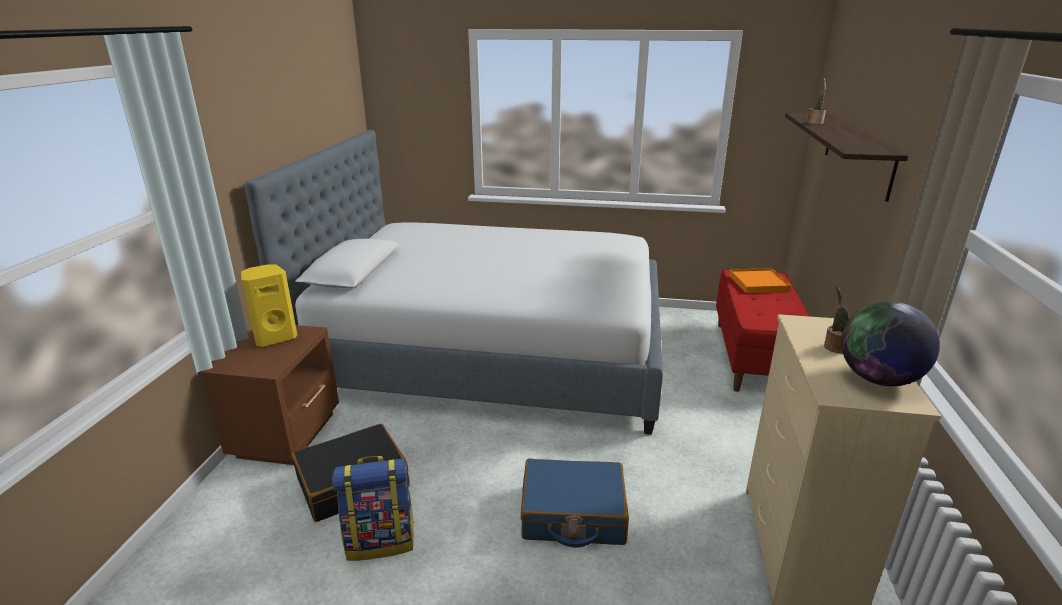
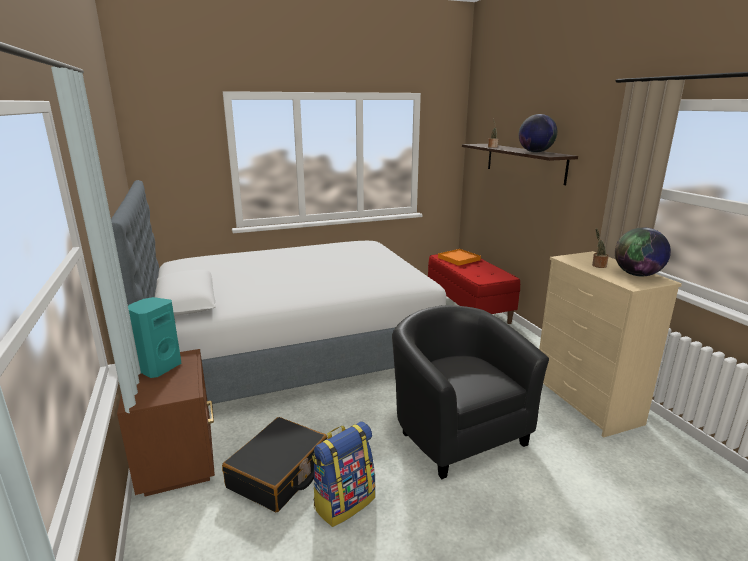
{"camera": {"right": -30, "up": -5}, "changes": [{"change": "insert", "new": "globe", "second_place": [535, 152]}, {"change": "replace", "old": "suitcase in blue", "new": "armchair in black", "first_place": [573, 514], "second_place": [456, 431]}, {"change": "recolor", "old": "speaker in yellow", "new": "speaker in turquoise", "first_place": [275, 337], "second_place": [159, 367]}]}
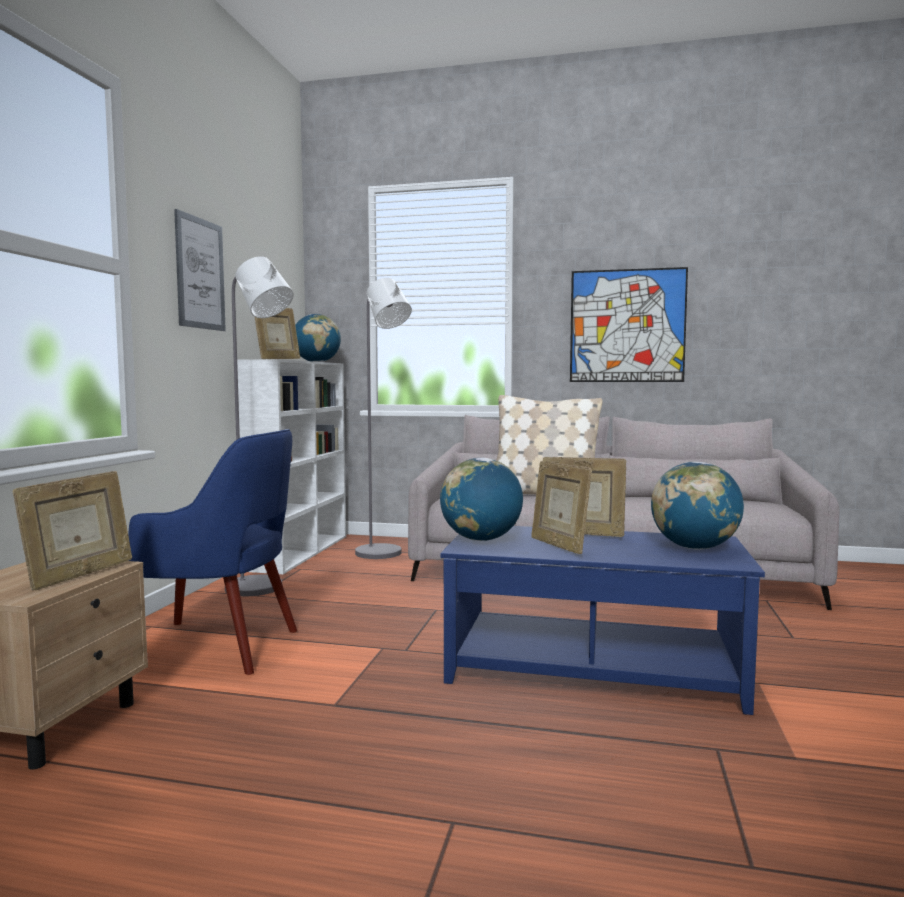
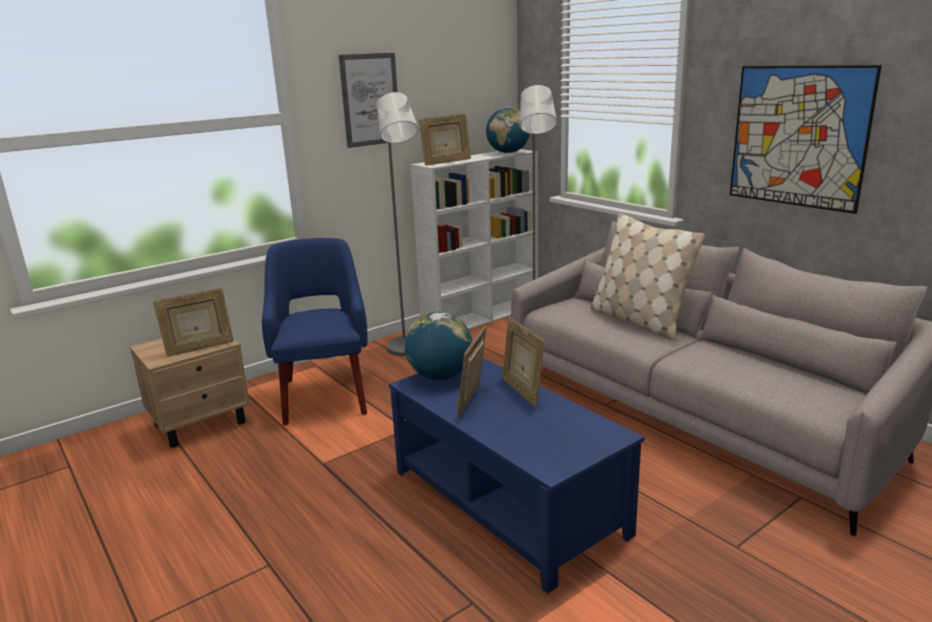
{"camera": {"right": 40, "up": 15}, "changes": [{"change": "delete", "old": "globe", "first_place": [695, 548]}, {"change": "rotate", "old": "armchair in blue", "first_place": [215, 647], "second_place": [325, 394], "degrees": -150}]}
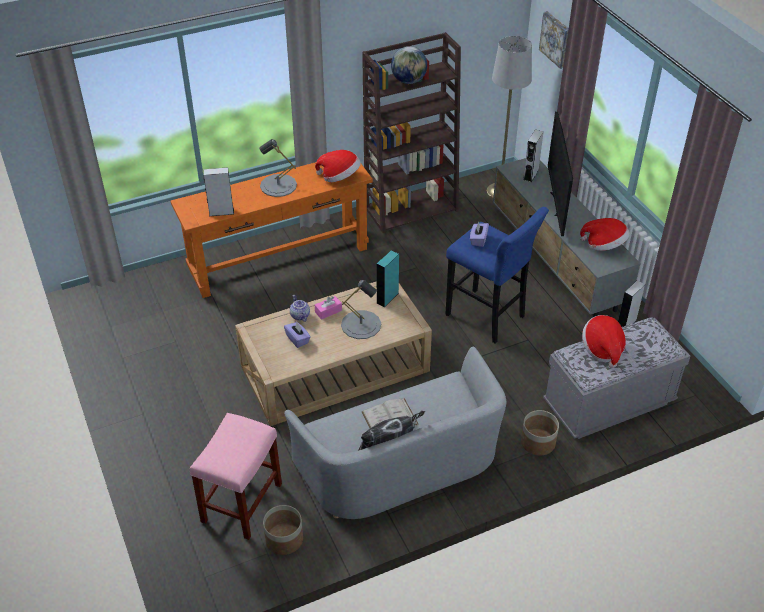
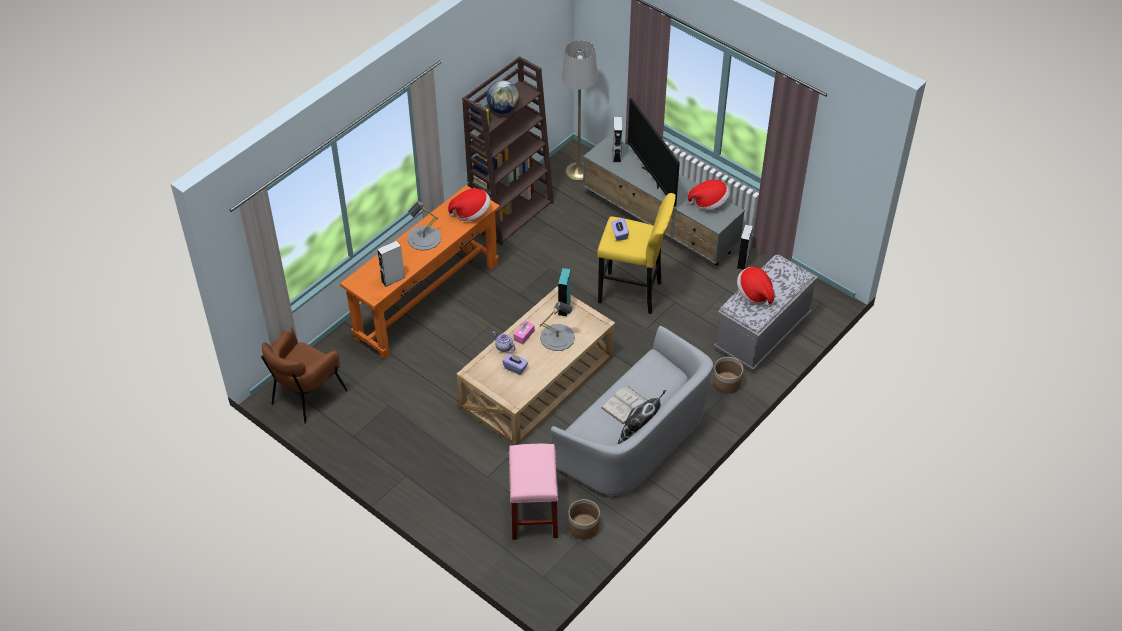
{"camera": {"right": -25, "up": 5}, "changes": [{"change": "delete", "old": "picture", "first_place": [556, 39]}, {"change": "insert", "new": "armchair in brown", "second_place": [306, 395]}, {"change": "recolor", "old": "stool in blue", "new": "stool in yellow", "first_place": [488, 318], "second_place": [633, 293]}]}
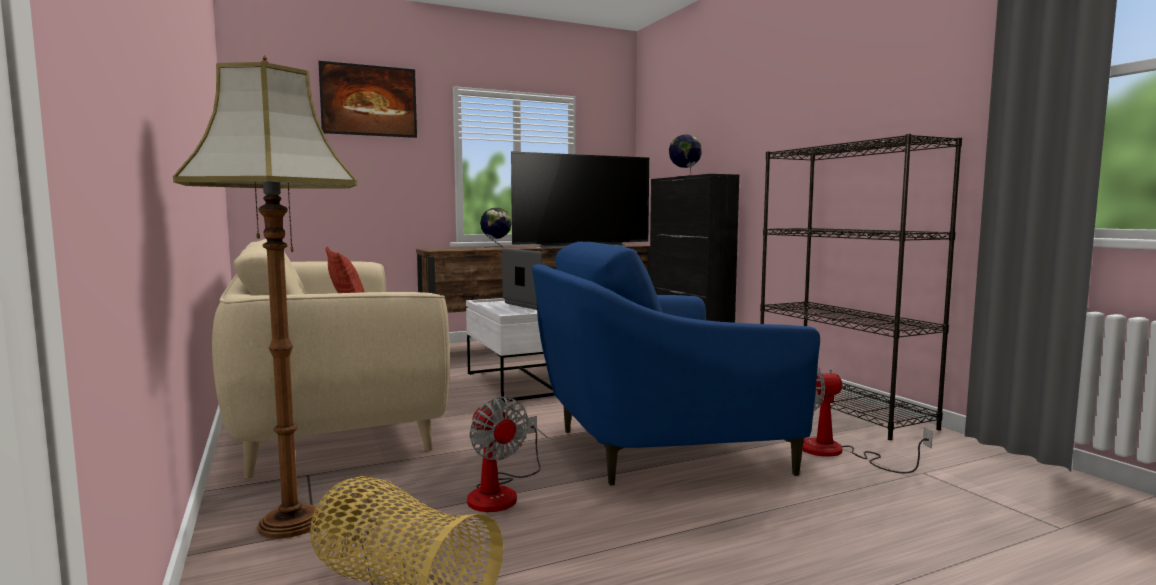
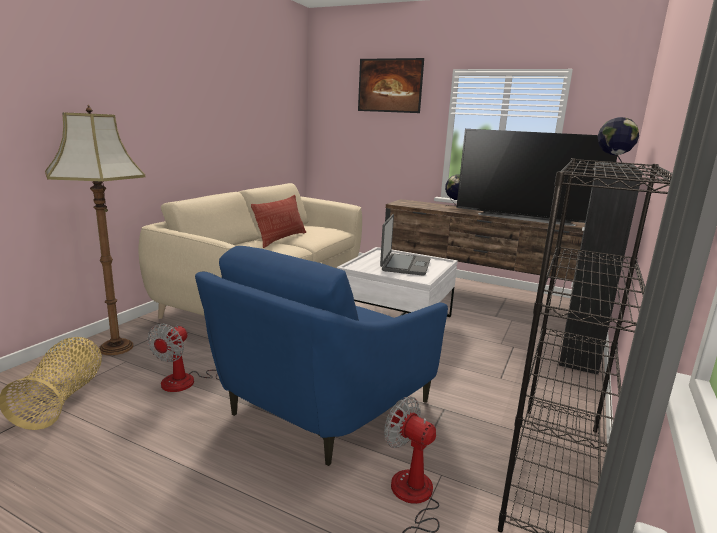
{"camera": {"right": 50, "up": 10}, "changes": [{"change": "rotate", "old": "armchair in blue", "first_place": [657, 447], "second_place": [319, 407], "degrees": -90}]}
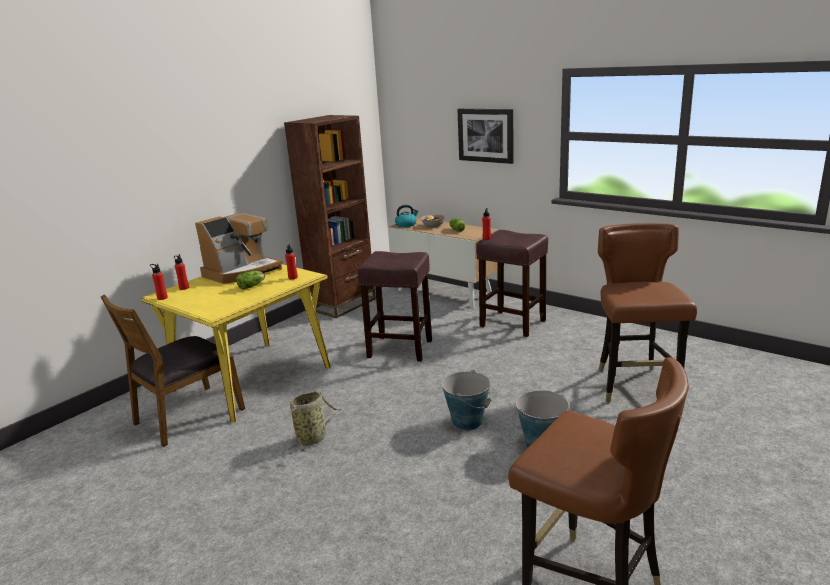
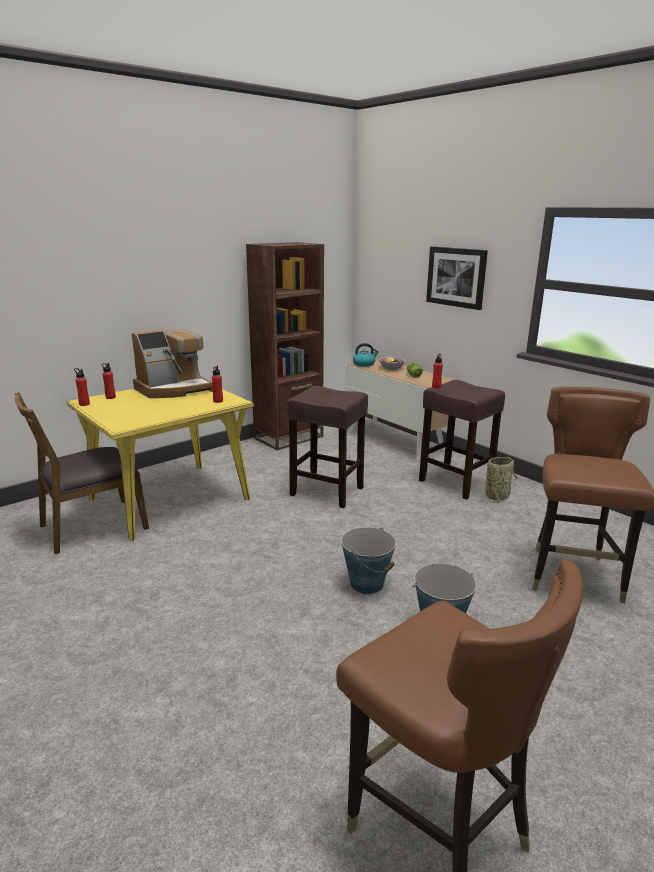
{"camera": {"right": 10, "up": 0}, "changes": [{"change": "delete", "old": "lettuce", "first_place": [252, 286]}, {"change": "move", "old": "basket", "first_place": [313, 438], "second_place": [498, 496]}]}
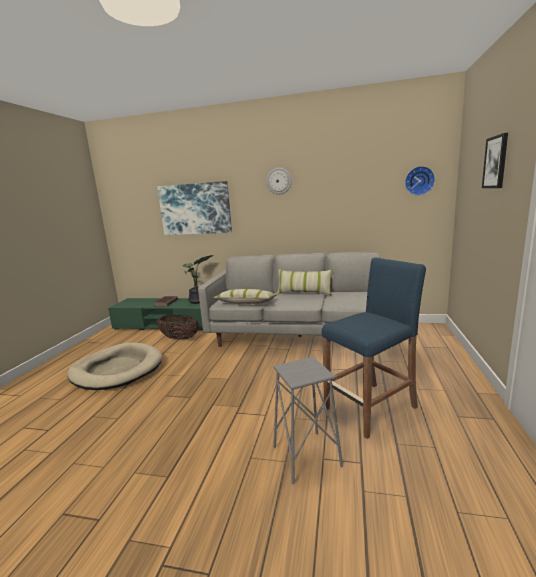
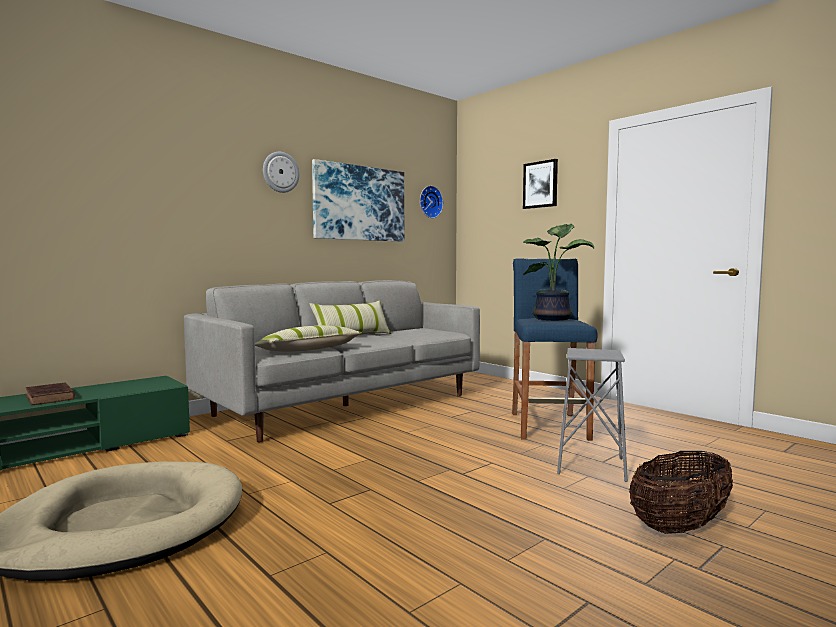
{"camera": {"right": -55, "up": -10}, "changes": [{"change": "move", "old": "picture", "first_place": [195, 209], "second_place": [359, 203]}, {"change": "move", "old": "basket", "first_place": [179, 338], "second_place": [680, 526]}, {"change": "move", "old": "potted plant", "first_place": [198, 301], "second_place": [554, 318]}]}
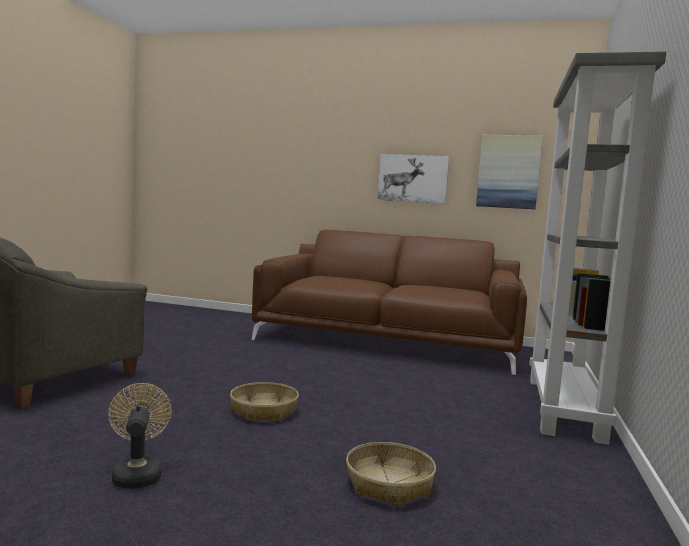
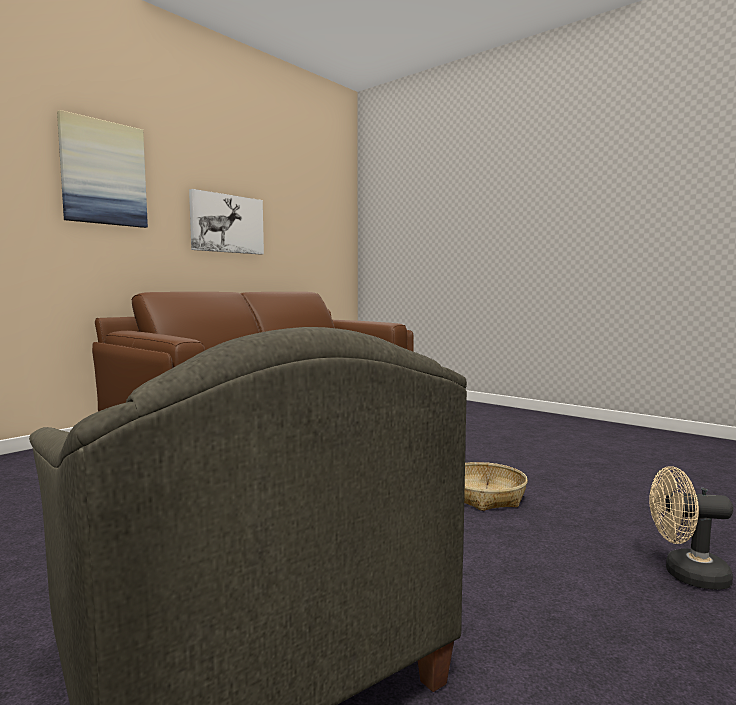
{"camera": {"right": -65, "up": 0}, "changes": [{"change": "delete", "old": "basket", "first_place": [388, 485]}, {"change": "delete", "old": "bookcase in grey", "first_place": [565, 408]}, {"change": "move", "old": "picture", "first_place": [508, 172], "second_place": [103, 173]}]}
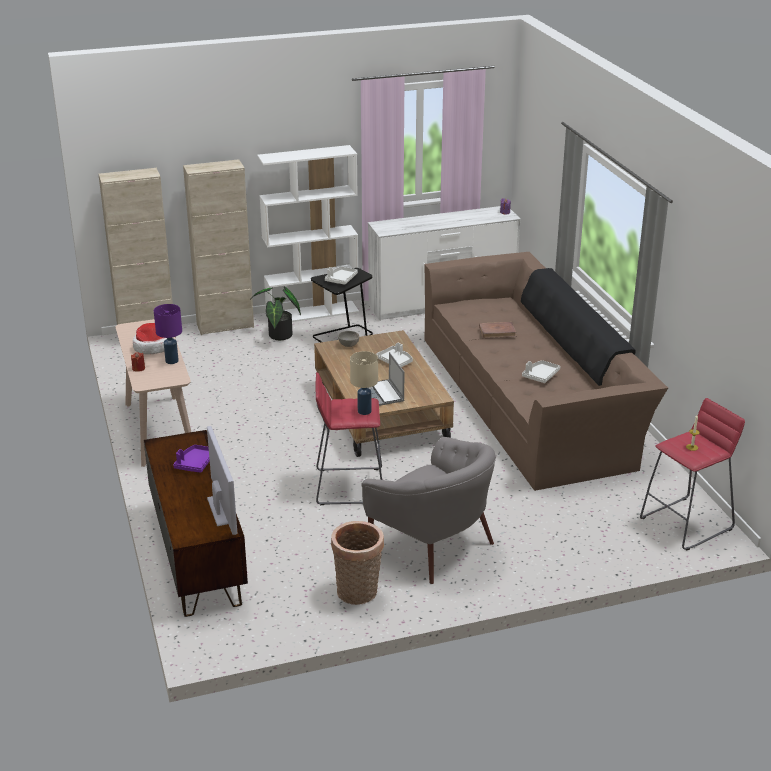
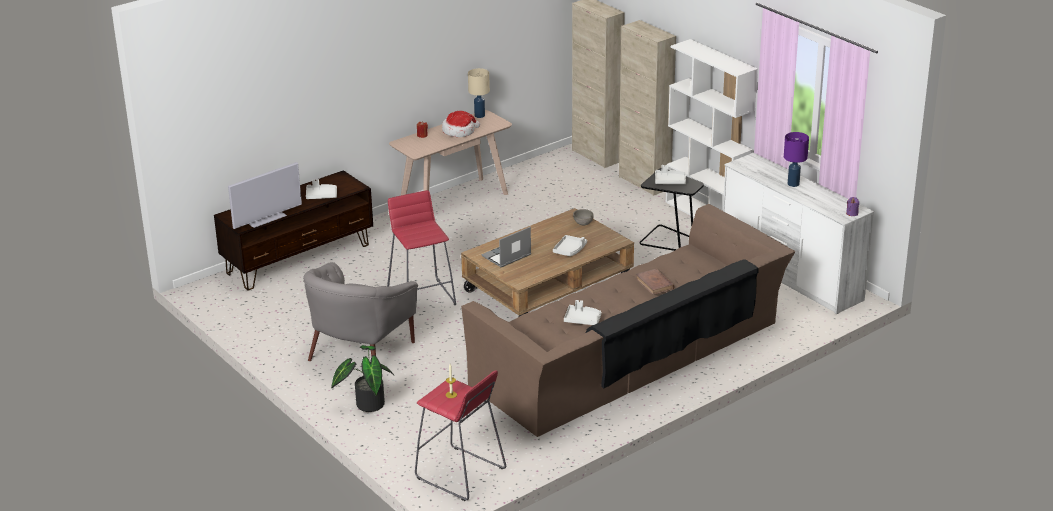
{"camera": {"right": 70, "up": 0}, "changes": [{"change": "delete", "old": "basket", "first_place": [358, 594]}, {"change": "move", "old": "table lamp in purple", "first_place": [172, 361], "second_place": [793, 184]}, {"change": "move", "old": "potted plant", "first_place": [278, 336], "second_place": [367, 404]}, {"change": "move", "old": "table lamp in beige", "first_place": [364, 411], "second_place": [479, 115]}, {"change": "recolor", "old": "tray in purple", "new": "tray in white", "first_place": [195, 463], "second_place": [321, 195]}]}
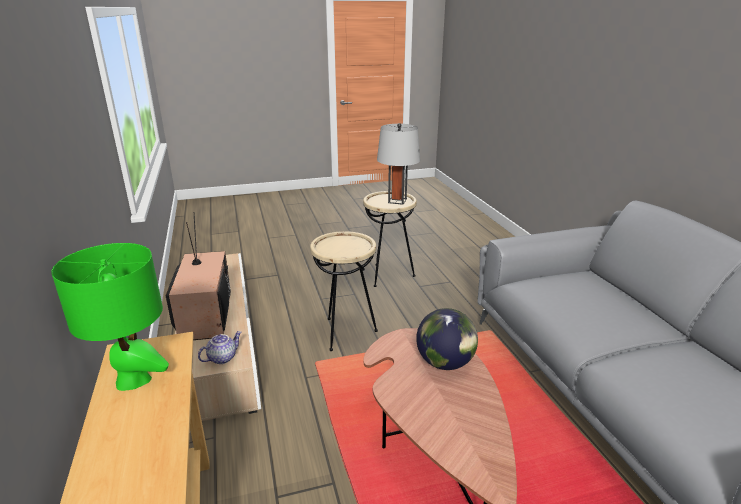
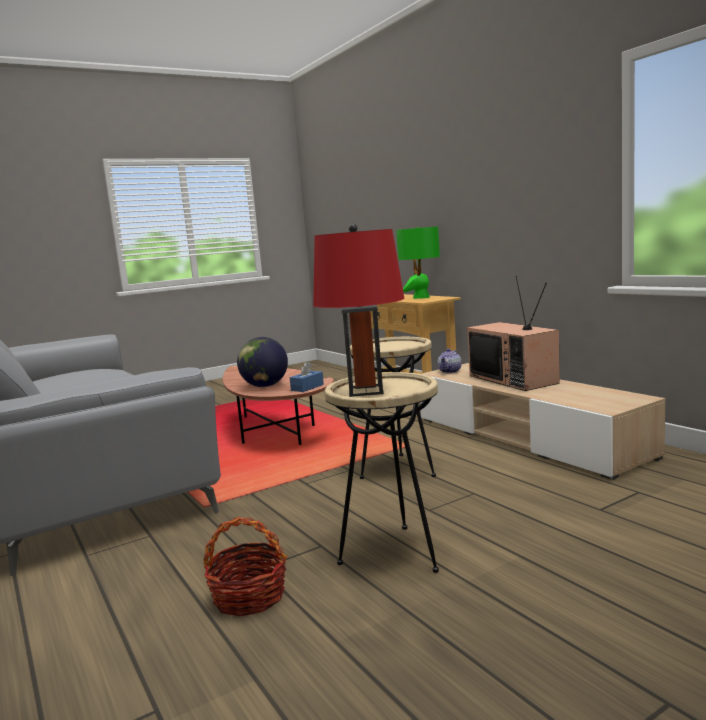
{"camera": {"right": 165, "up": -15}, "changes": [{"change": "insert", "new": "basket", "second_place": [249, 597]}, {"change": "insert", "new": "tissue box in blue", "second_place": [307, 387]}, {"change": "recolor", "old": "table lamp in grey", "new": "table lamp in red", "first_place": [397, 201], "second_place": [366, 391]}]}
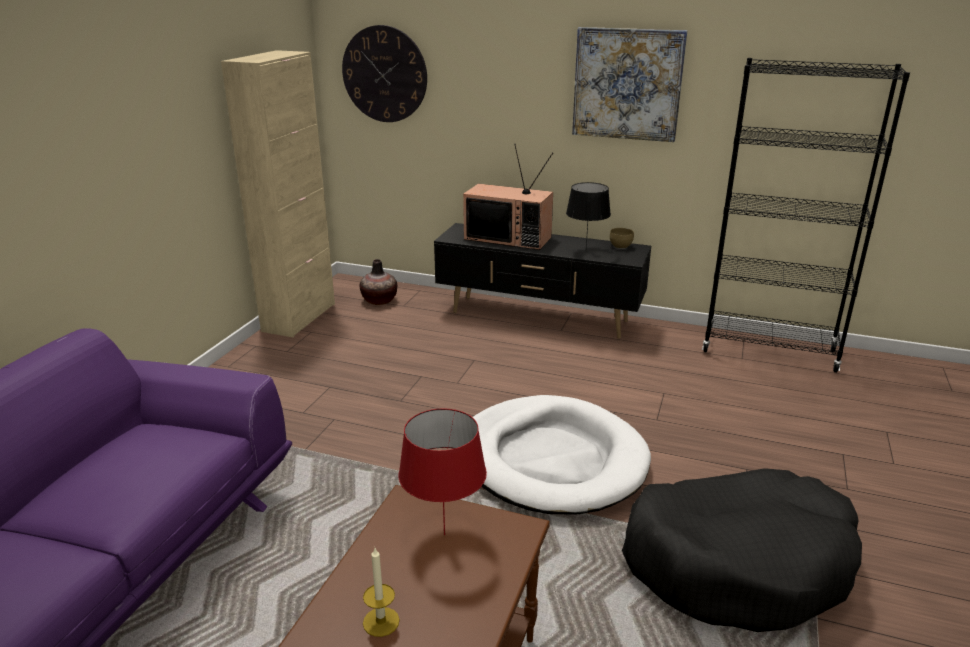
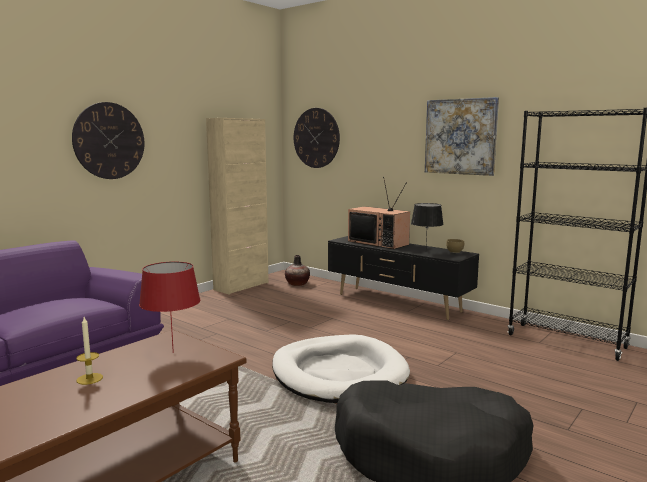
{"camera": {"right": 20, "up": -15}, "changes": [{"change": "insert", "new": "wall clock", "second_place": [109, 141]}]}
